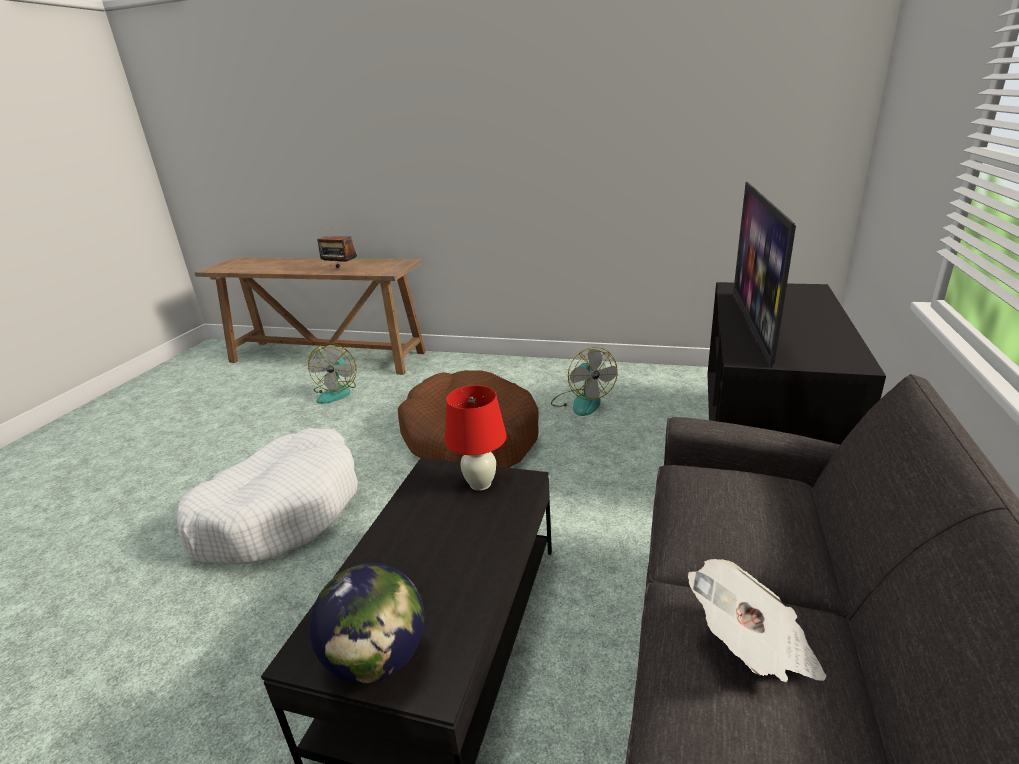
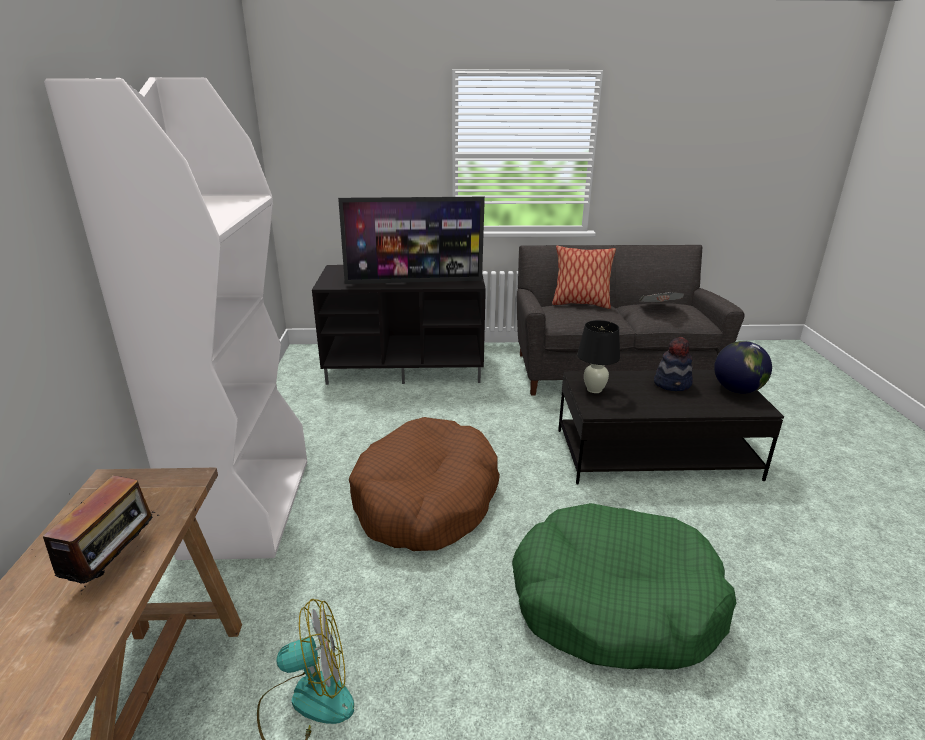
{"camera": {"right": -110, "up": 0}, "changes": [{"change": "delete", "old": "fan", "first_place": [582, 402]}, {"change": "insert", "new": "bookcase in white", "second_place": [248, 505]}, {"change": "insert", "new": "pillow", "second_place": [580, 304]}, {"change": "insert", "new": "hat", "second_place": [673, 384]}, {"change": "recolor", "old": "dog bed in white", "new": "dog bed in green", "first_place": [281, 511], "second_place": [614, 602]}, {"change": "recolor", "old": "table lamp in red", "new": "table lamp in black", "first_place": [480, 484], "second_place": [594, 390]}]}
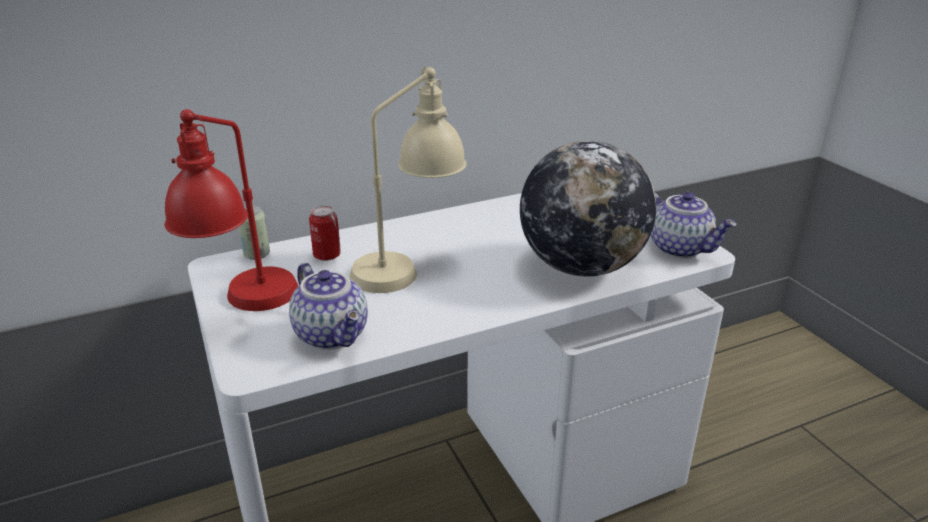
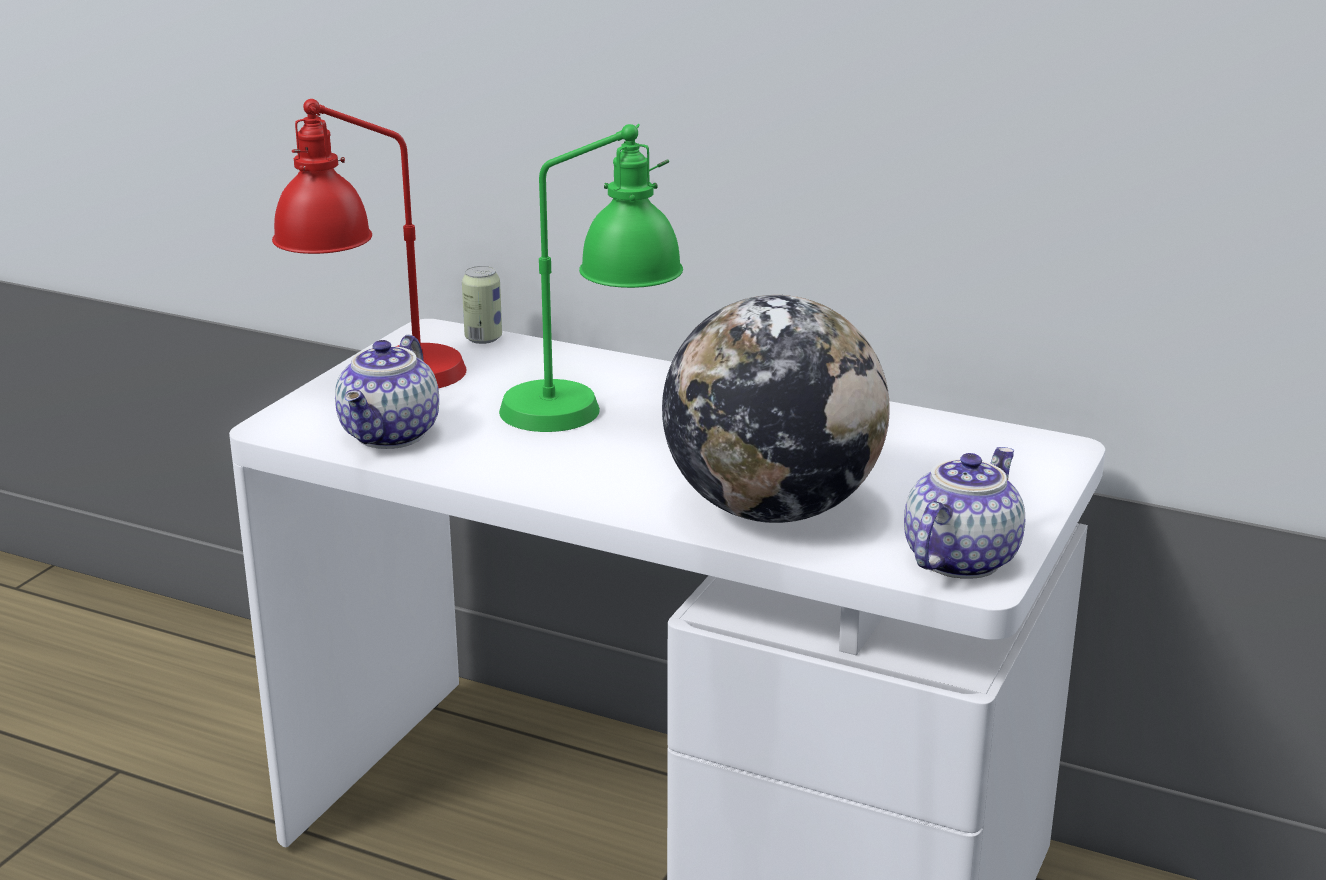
{"camera": {"right": 50, "up": -5}, "changes": [{"change": "delete", "old": "can", "first_place": [327, 255]}, {"change": "recolor", "old": "table lamp in beige", "new": "table lamp in green", "first_place": [409, 266], "second_place": [592, 416]}, {"change": "rotate", "old": "teapot", "first_place": [680, 248], "second_place": [958, 559], "degrees": -150}]}
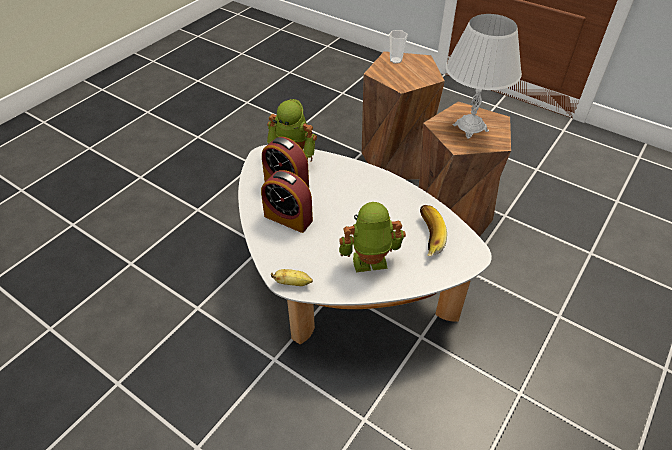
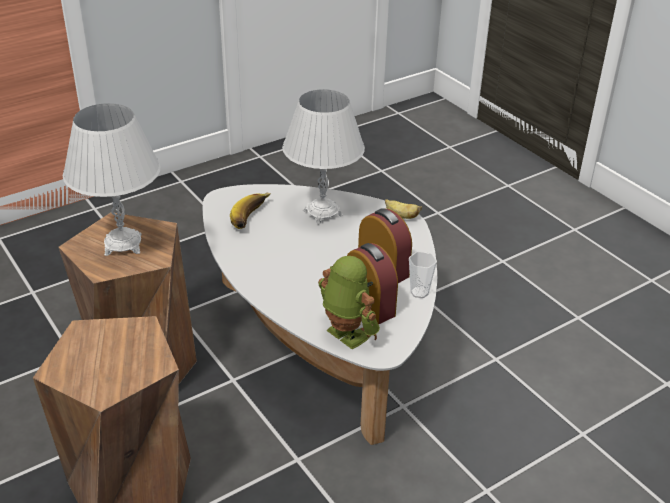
{"camera": {"right": -160, "up": -10}, "changes": [{"change": "move", "old": "cup", "first_place": [396, 60], "second_place": [419, 292]}, {"change": "replace", "old": "toy robot", "new": "table lamp in white", "first_place": [369, 264], "second_place": [322, 213]}]}
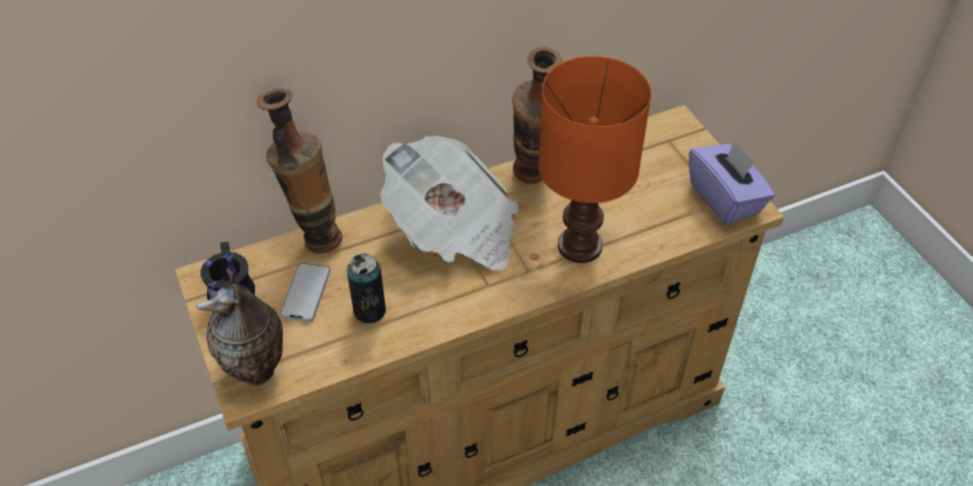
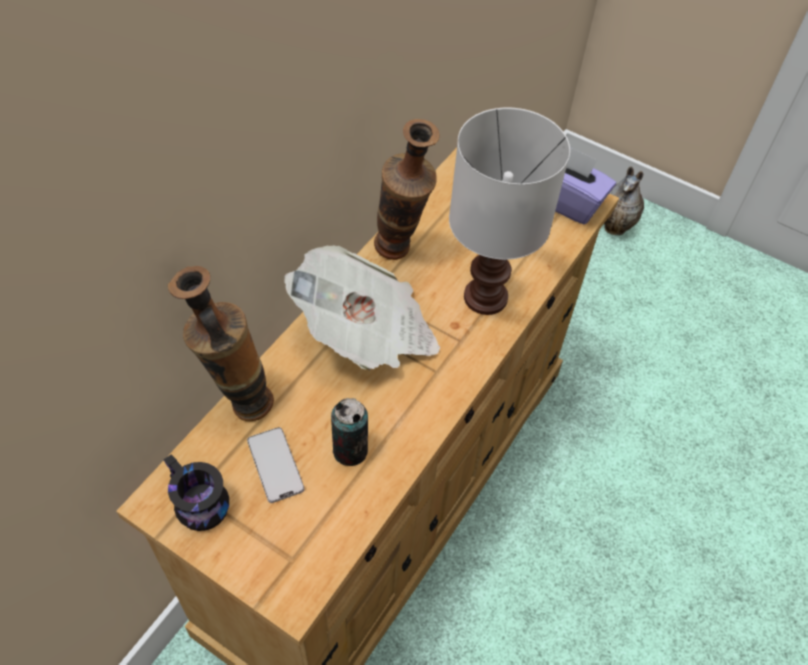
{"camera": {"right": -35, "up": 5}, "changes": [{"change": "move", "old": "vase", "first_place": [257, 371], "second_place": [616, 228]}, {"change": "recolor", "old": "table lamp in orange", "new": "table lamp in white", "first_place": [578, 245], "second_place": [483, 297]}]}
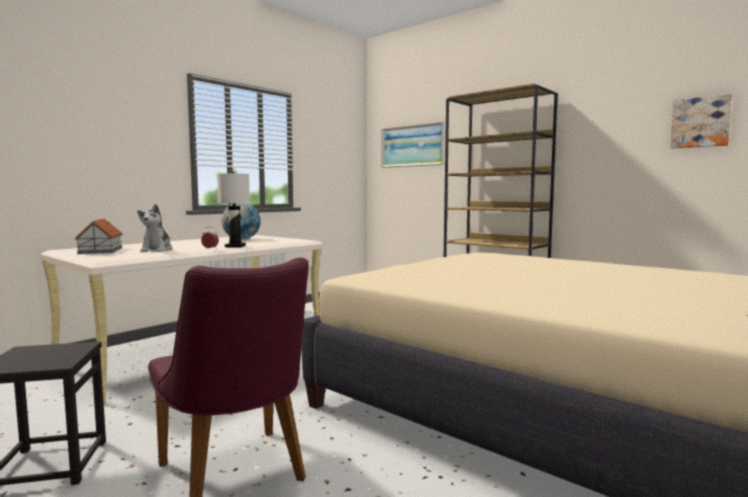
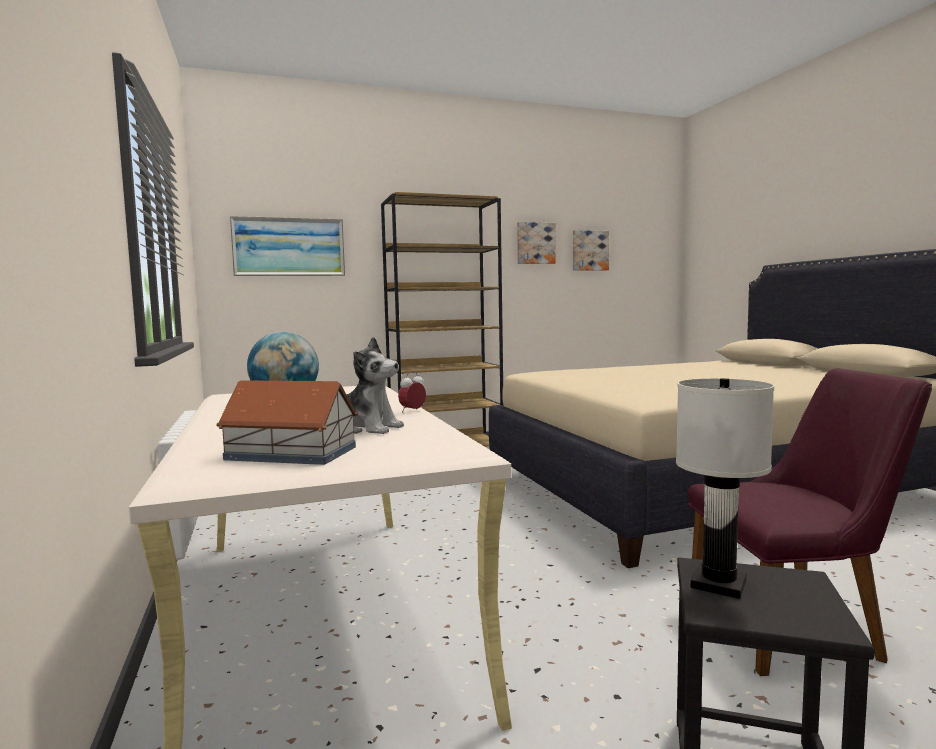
{"camera": {"right": -60, "up": 0}, "changes": [{"change": "insert", "new": "picture", "second_place": [535, 243]}, {"change": "move", "old": "table lamp in white", "first_place": [235, 246], "second_place": [719, 583]}]}
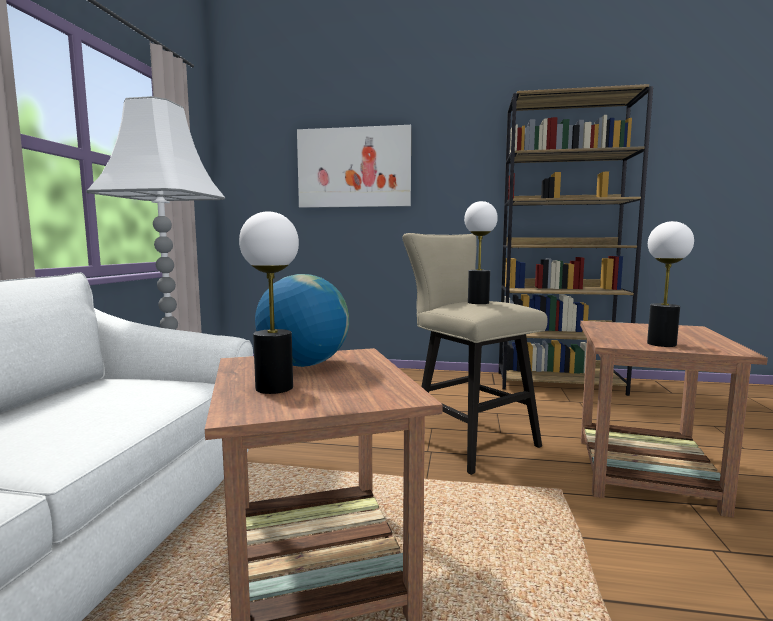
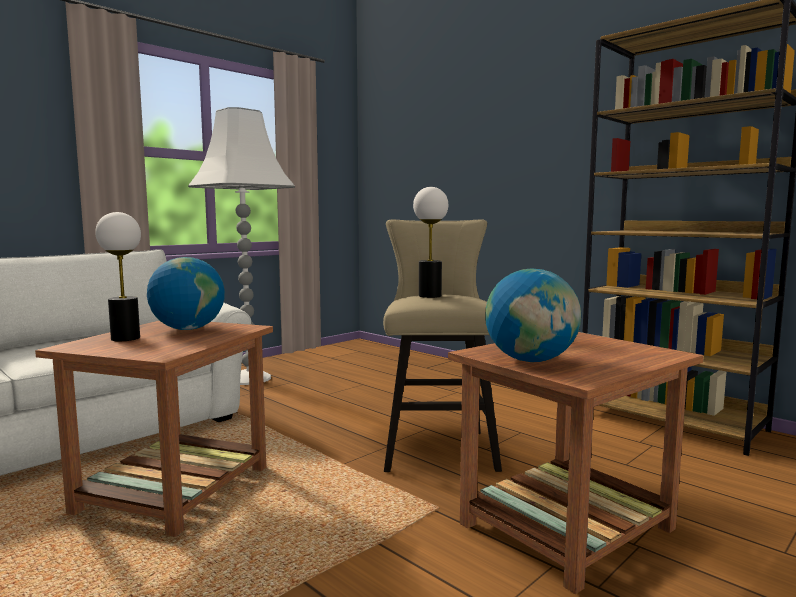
{"camera": {"right": 35, "up": 0}, "changes": [{"change": "delete", "old": "picture", "first_place": [354, 168]}, {"change": "replace", "old": "table lamp", "new": "globe", "first_place": [661, 344], "second_place": [531, 360]}]}
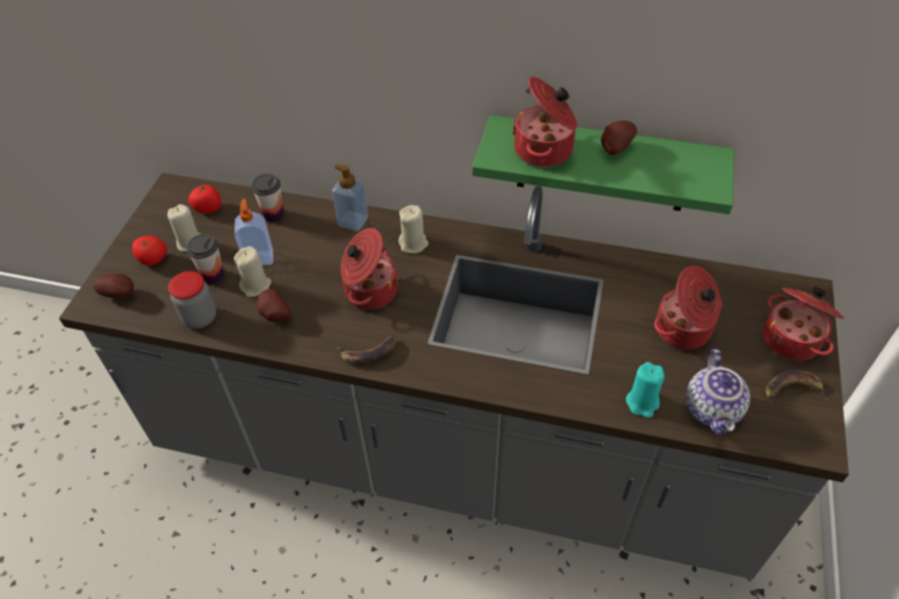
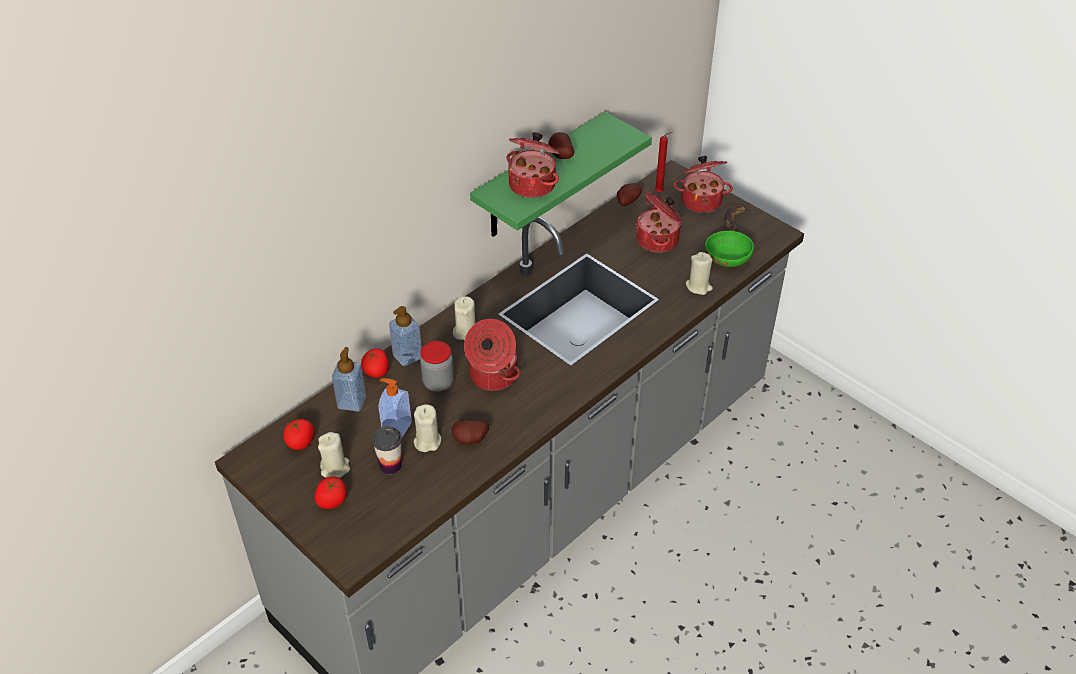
{"camera": {"right": -60, "up": -5}, "changes": [{"change": "delete", "old": "banana", "first_place": [368, 352]}, {"change": "insert", "new": "tomato", "second_place": [376, 371]}, {"change": "insert", "new": "candle in red", "second_place": [660, 192]}, {"change": "move", "old": "potato", "first_place": [120, 294], "second_place": [627, 202]}, {"change": "move", "old": "jar", "first_place": [200, 317], "second_place": [438, 383]}, {"change": "replace", "old": "cup", "new": "soap dispenser", "first_place": [273, 215], "second_place": [352, 402]}, {"change": "replace", "old": "teapot", "new": "bowl in green", "first_place": [713, 410], "second_place": [726, 260]}, {"change": "recolor", "old": "candle in turquoise", "new": "candle in beige", "first_place": [642, 402], "second_place": [698, 286]}]}
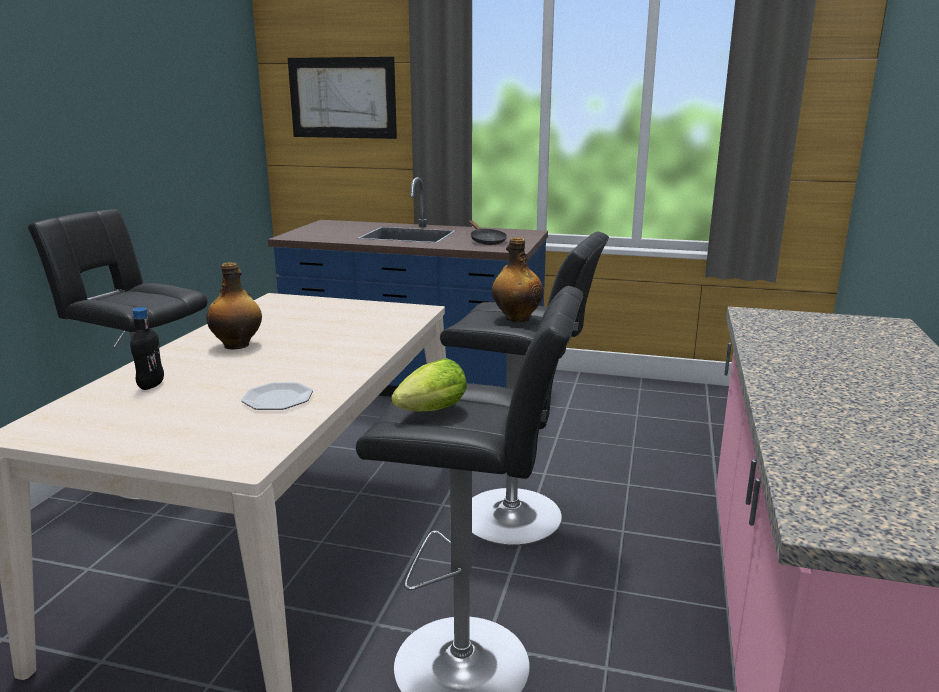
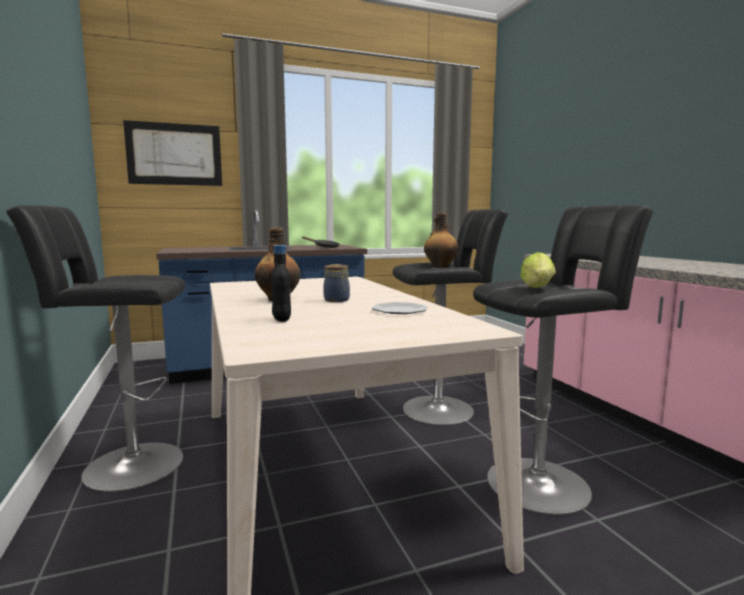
{"camera": {"right": -35, "up": -10}, "changes": [{"change": "insert", "new": "jar", "second_place": [337, 300]}]}
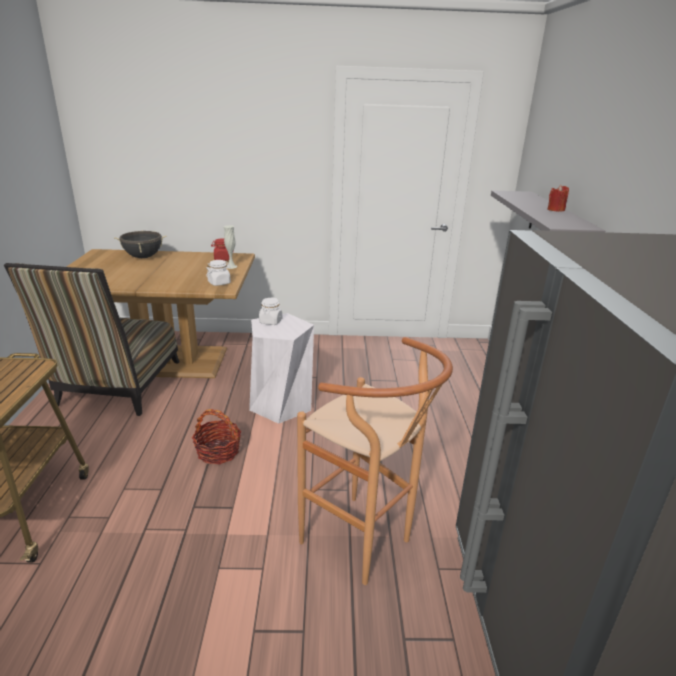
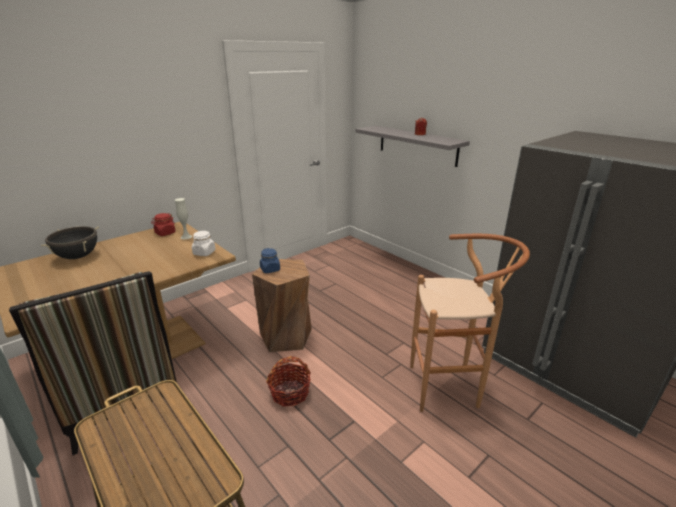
{"camera": {"right": -40, "up": 0}, "changes": [{"change": "recolor", "old": "stool in white", "new": "stool in brown", "first_place": [281, 405], "second_place": [286, 336]}, {"change": "recolor", "old": "jar in white", "new": "jar in blue", "first_place": [270, 322], "second_place": [270, 269]}]}
